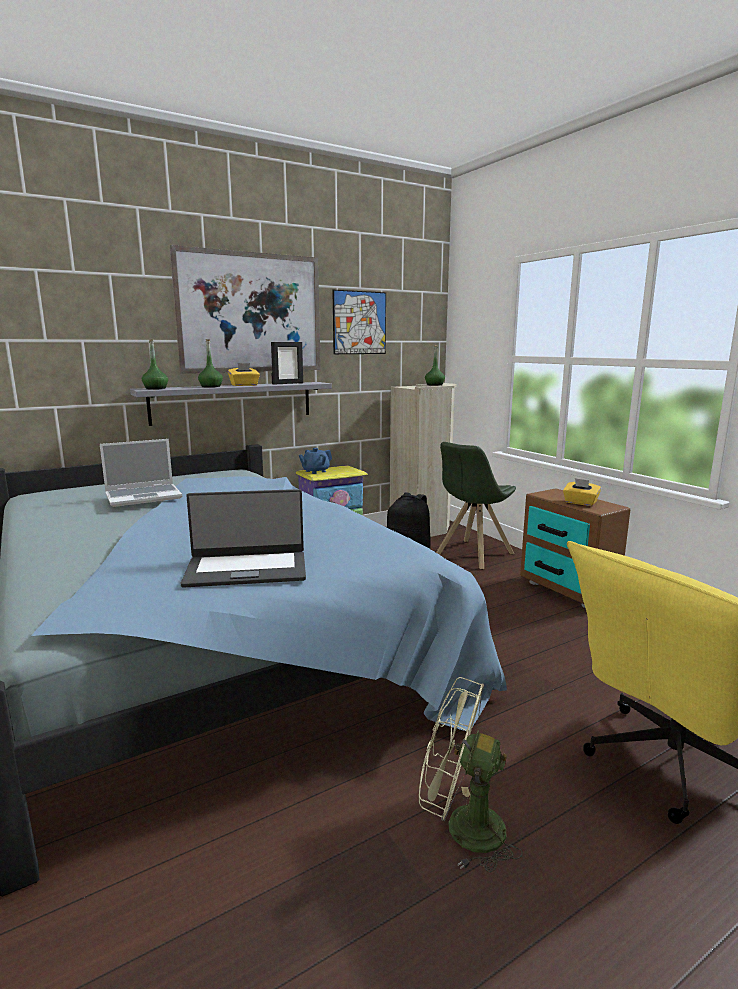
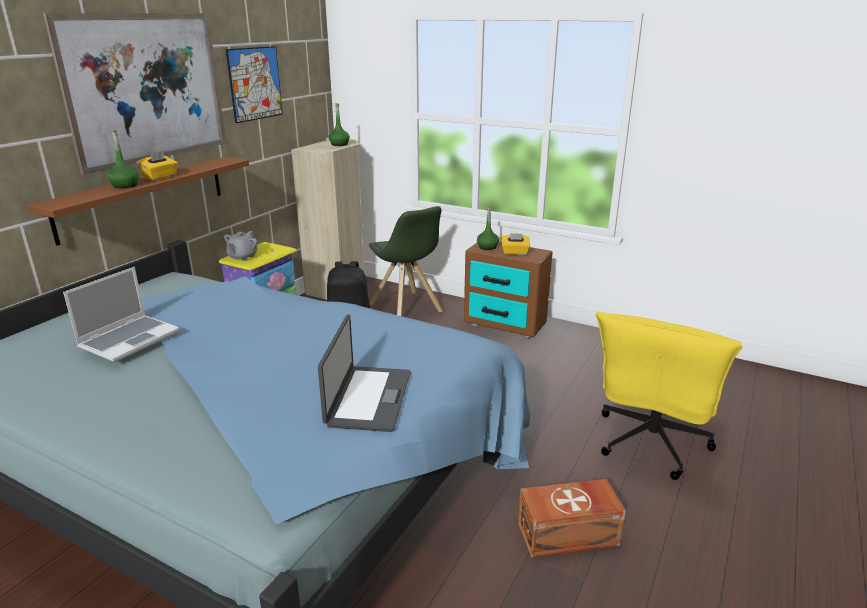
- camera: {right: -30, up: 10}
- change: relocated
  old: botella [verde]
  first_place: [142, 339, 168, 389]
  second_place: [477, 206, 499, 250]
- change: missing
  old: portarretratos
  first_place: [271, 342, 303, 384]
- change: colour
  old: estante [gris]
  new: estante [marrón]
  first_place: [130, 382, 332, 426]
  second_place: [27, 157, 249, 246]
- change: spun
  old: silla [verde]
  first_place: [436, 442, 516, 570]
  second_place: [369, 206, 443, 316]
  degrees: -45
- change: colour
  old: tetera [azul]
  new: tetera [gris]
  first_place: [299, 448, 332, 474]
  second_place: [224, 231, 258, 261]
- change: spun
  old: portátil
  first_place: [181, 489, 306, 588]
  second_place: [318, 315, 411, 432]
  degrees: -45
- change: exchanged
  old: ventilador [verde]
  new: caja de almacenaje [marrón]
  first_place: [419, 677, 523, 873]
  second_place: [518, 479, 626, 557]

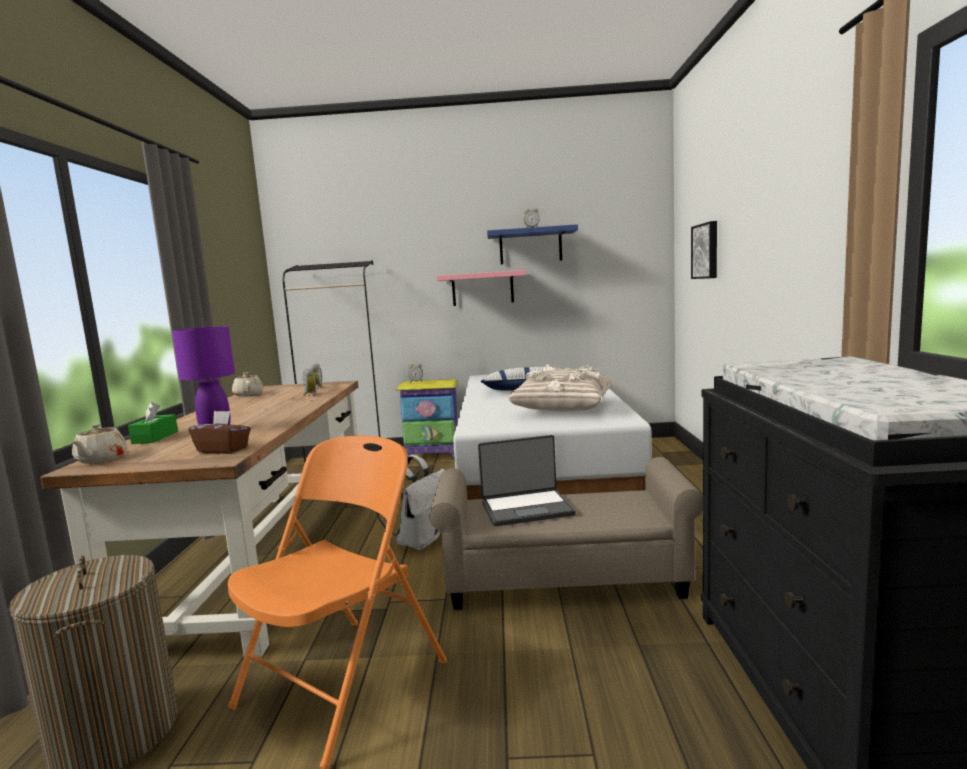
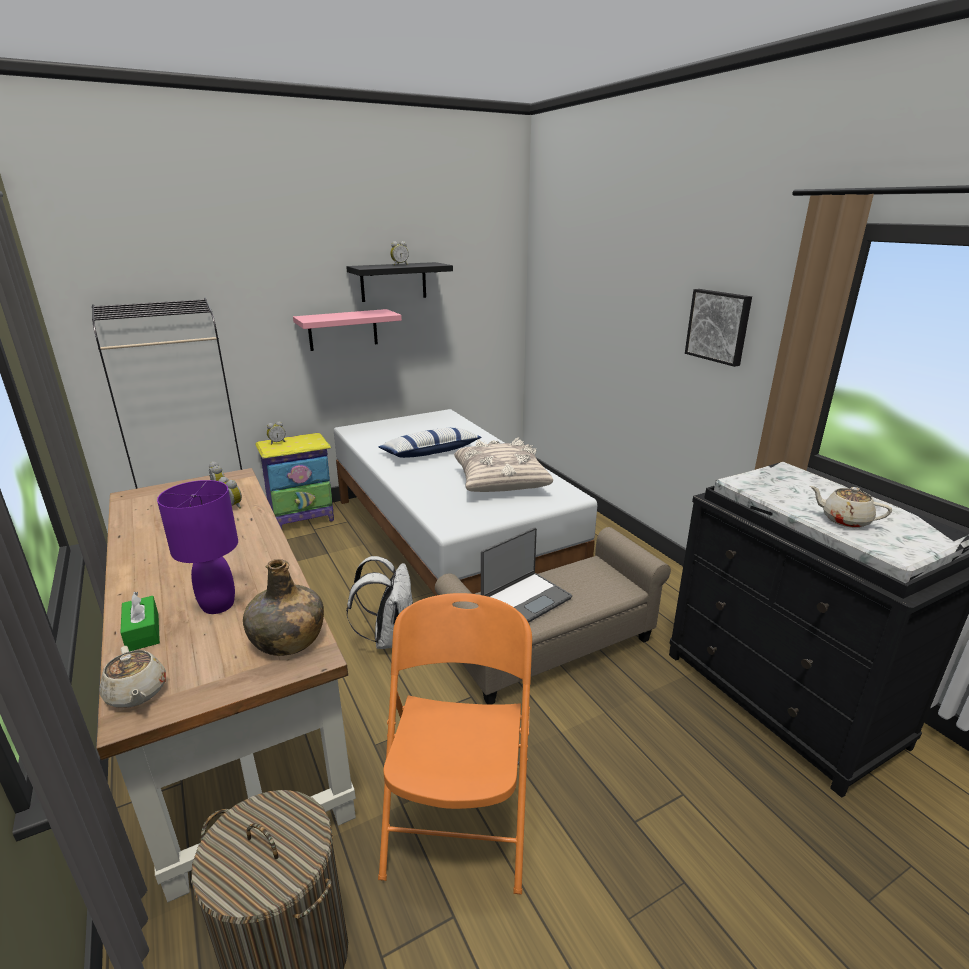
- camera: {right: -30, up: 15}
- change: relocated
  old: cuadro
  first_place: [691, 221, 717, 279]
  second_place: [685, 289, 752, 367]
- change: colour
  old: estante [azul]
  new: estante [negro]
  first_place: [487, 224, 578, 264]
  second_place: [346, 262, 453, 302]
- change: relocated
  old: tetera [beis]
  first_place: [232, 372, 263, 396]
  second_place: [810, 486, 892, 528]
- change: exchanged
  old: caja de pañuelos [marrón]
  new: botella [verde]
  first_place: [189, 411, 251, 454]
  second_place: [243, 559, 324, 656]

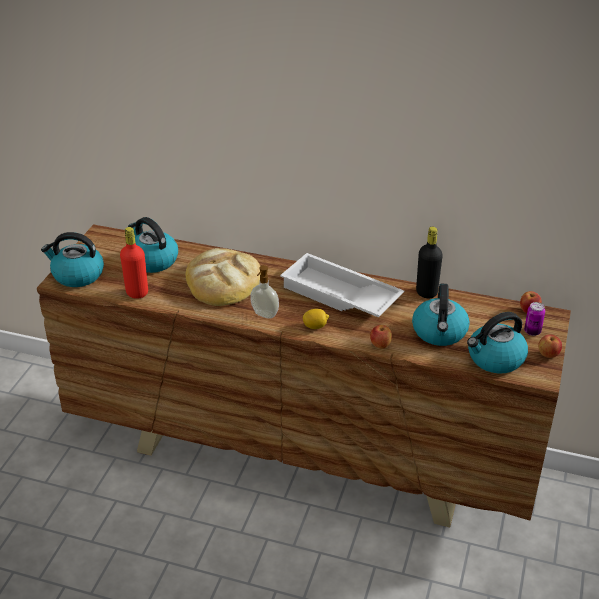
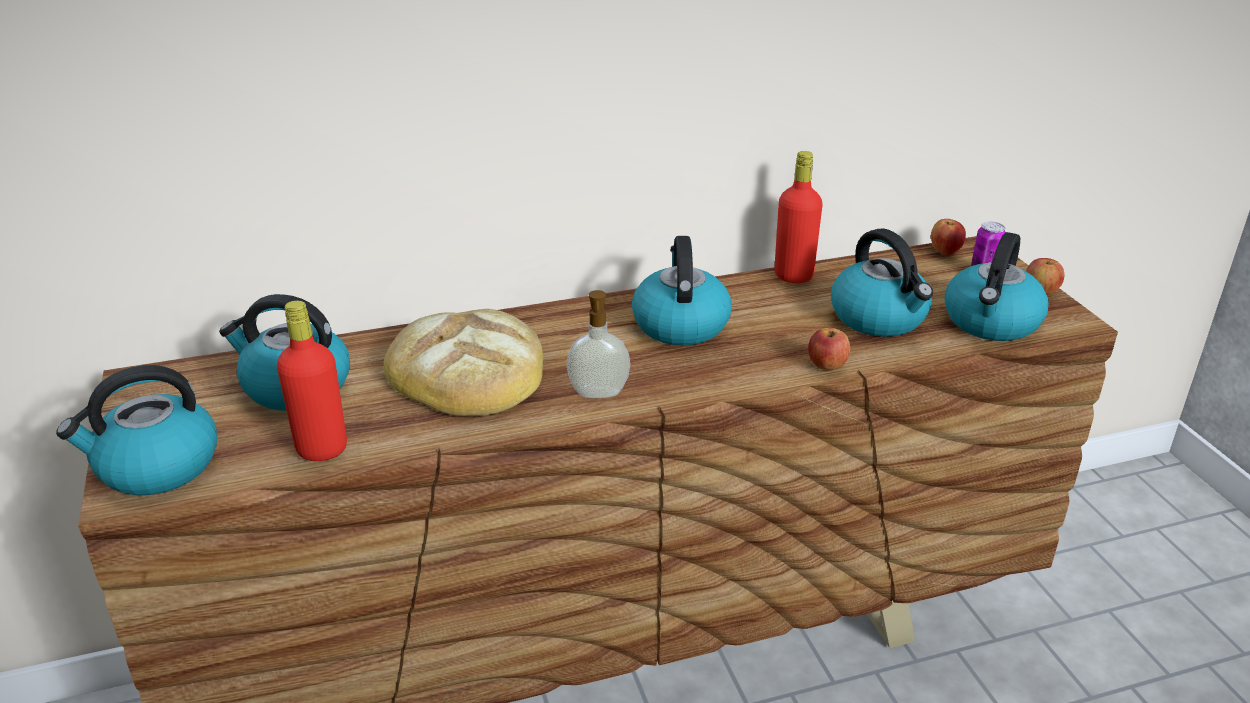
- camera: {right: -35, up: -5}
- change: colour
  old: botella [negro]
  new: botella [rojo]
  first_place: [416, 227, 443, 298]
  second_place: [774, 151, 823, 283]
- change: exchanged
  old: bandeja [blanco]
  new: hervidor
  first_place: [280, 253, 404, 317]
  second_place: [632, 236, 732, 345]
- change: missing
  old: limón
  first_place: [302, 309, 329, 329]

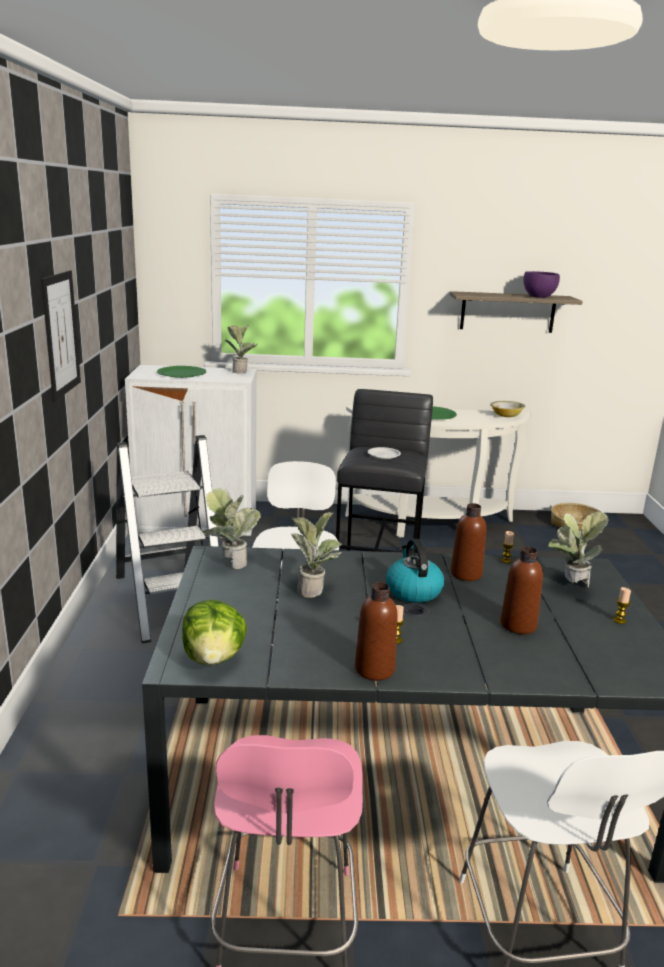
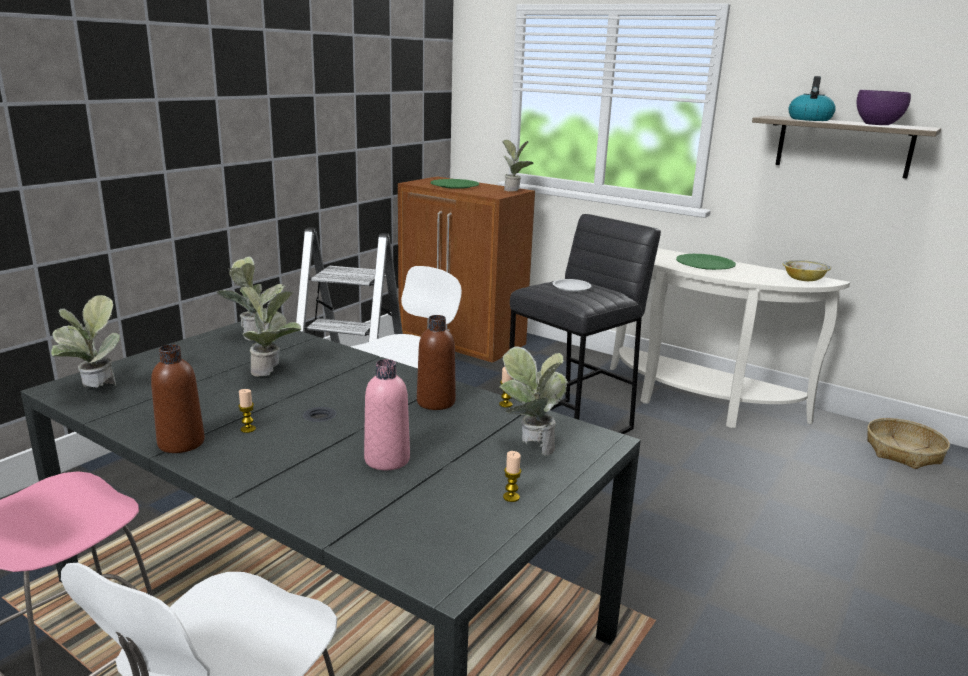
- camera: {right: 35, up: 0}
- change: missing
  old: cuadro
  first_place: [41, 270, 81, 402]
- change: colour
  old: armario [blanco]
  new: armario [marrón]
  first_place: [125, 365, 257, 536]
  second_place: [398, 176, 535, 363]
- change: relocated
  old: hervidor
  first_place: [386, 539, 444, 603]
  second_place: [789, 76, 836, 121]
- change: colour
  old: botella [marrón]
  new: botella [rosa]
  first_place: [500, 546, 543, 634]
  second_place: [364, 359, 410, 470]
- change: exchanged
  old: lechuga
  new: planta en maceta
  first_place: [182, 600, 247, 665]
  second_place: [51, 295, 120, 388]

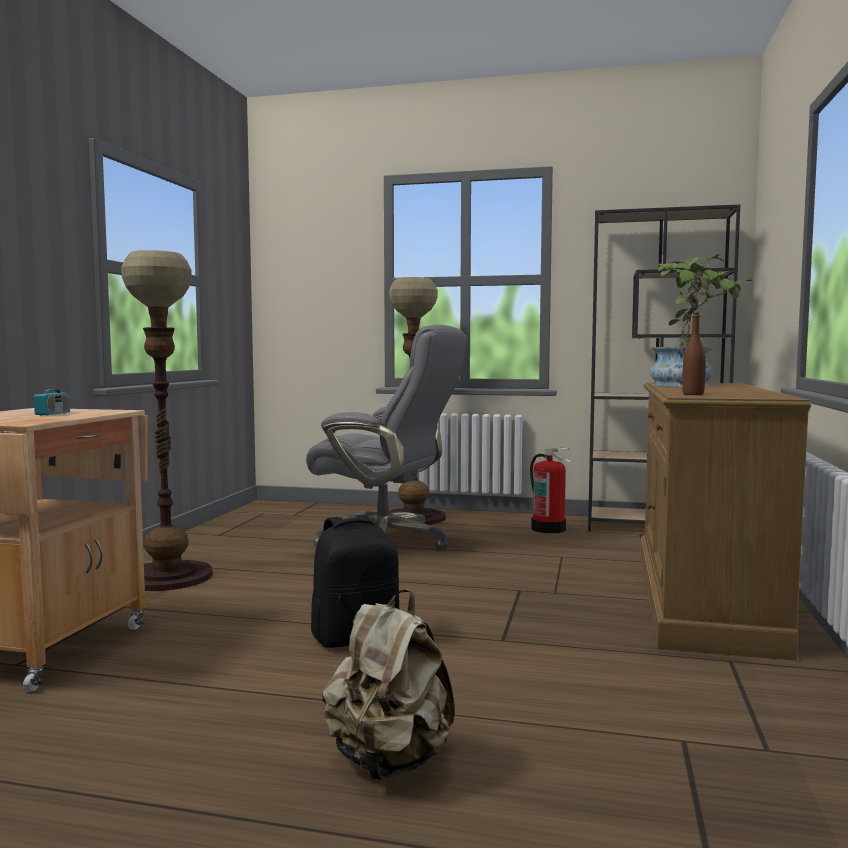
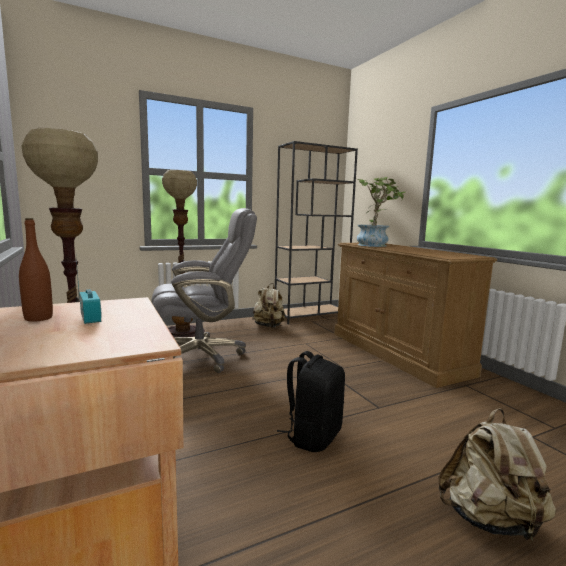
- camera: {right: -40, up: 5}
- change: relocated
  old: botella [marrón]
  first_place: [682, 312, 706, 395]
  second_place: [19, 218, 53, 322]
- change: exchanged
  old: extintor
  new: mochila [beis]
  first_place: [530, 448, 572, 533]
  second_place: [252, 283, 285, 328]

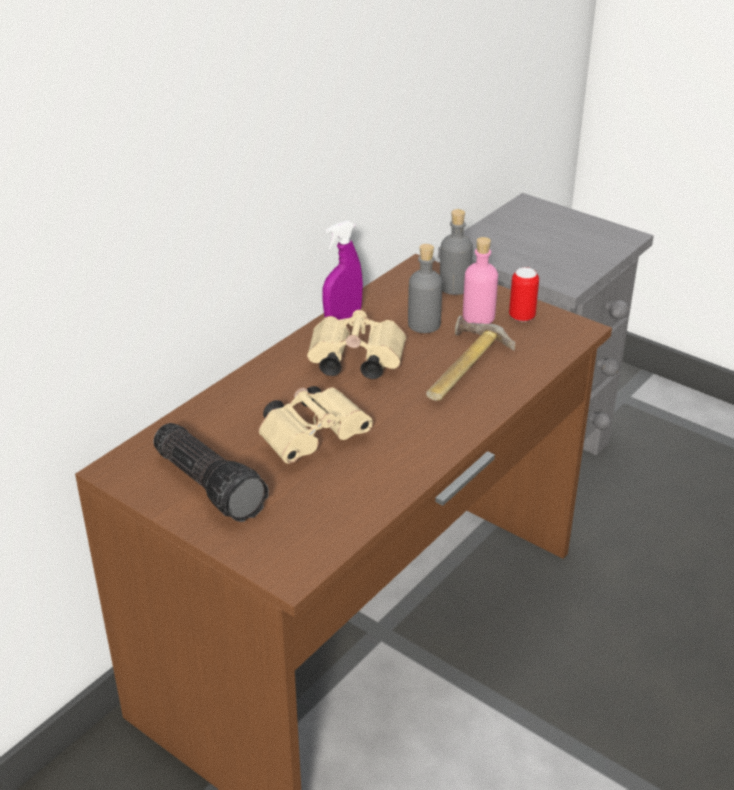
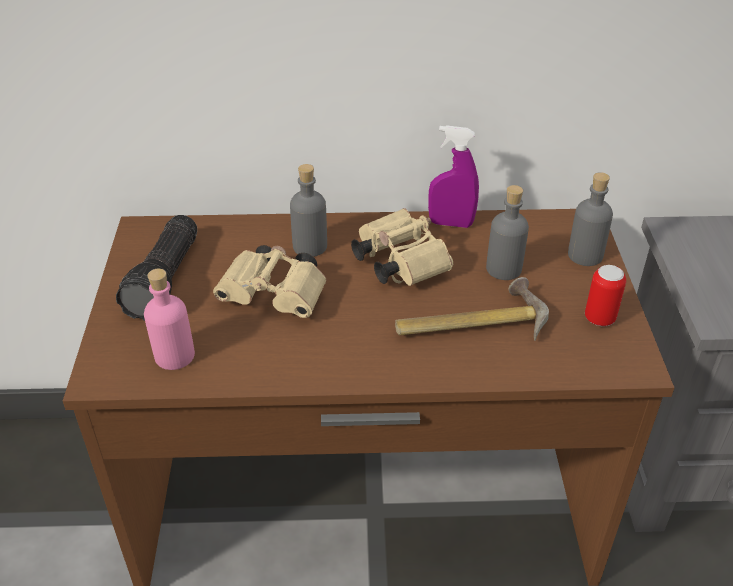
- camera: {right: 50, up: 5}
- change: relocated
  old: botella [rosa]
  first_place: [463, 237, 498, 324]
  second_place: [144, 269, 195, 370]
- change: appeared
  new: botella [gris]
  second_place: [290, 164, 327, 257]

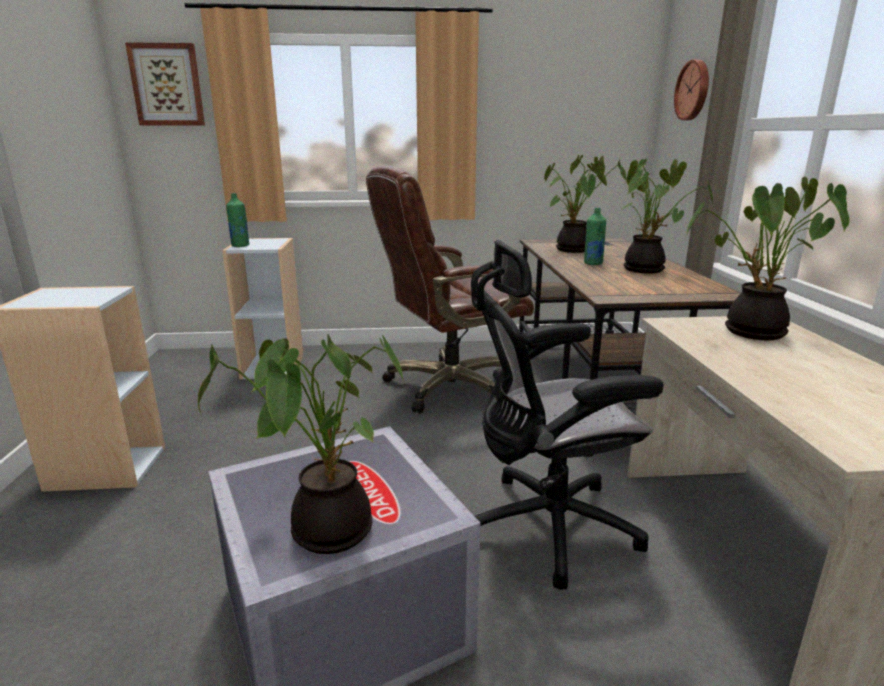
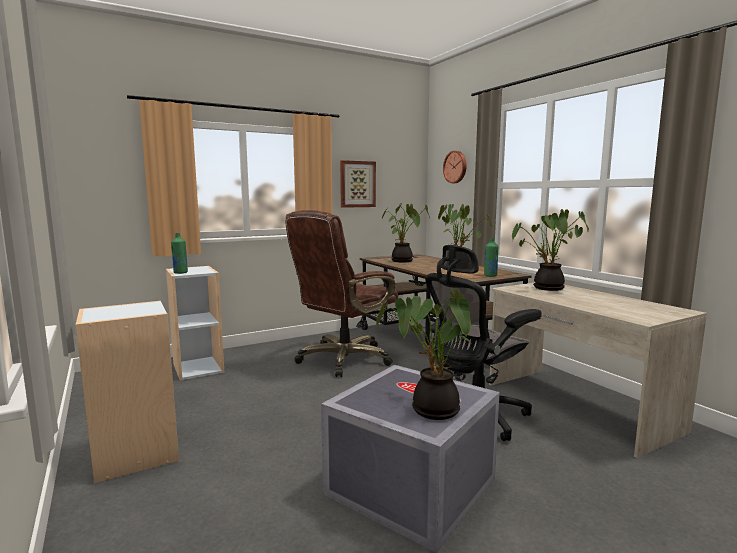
- camera: {right: -25, up: -10}
- change: relocated
  old: cuadro
  first_place: [125, 42, 205, 125]
  second_place: [340, 160, 376, 208]
- change: relocated
  old: botella [verde]
  first_place: [584, 208, 606, 265]
  second_place: [484, 238, 499, 277]

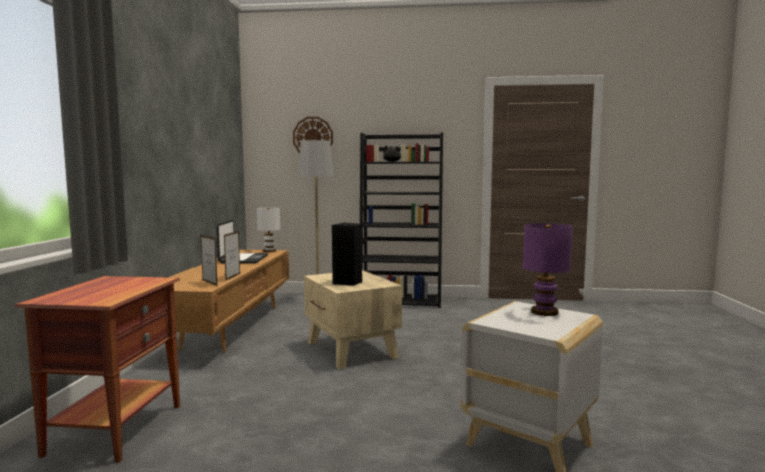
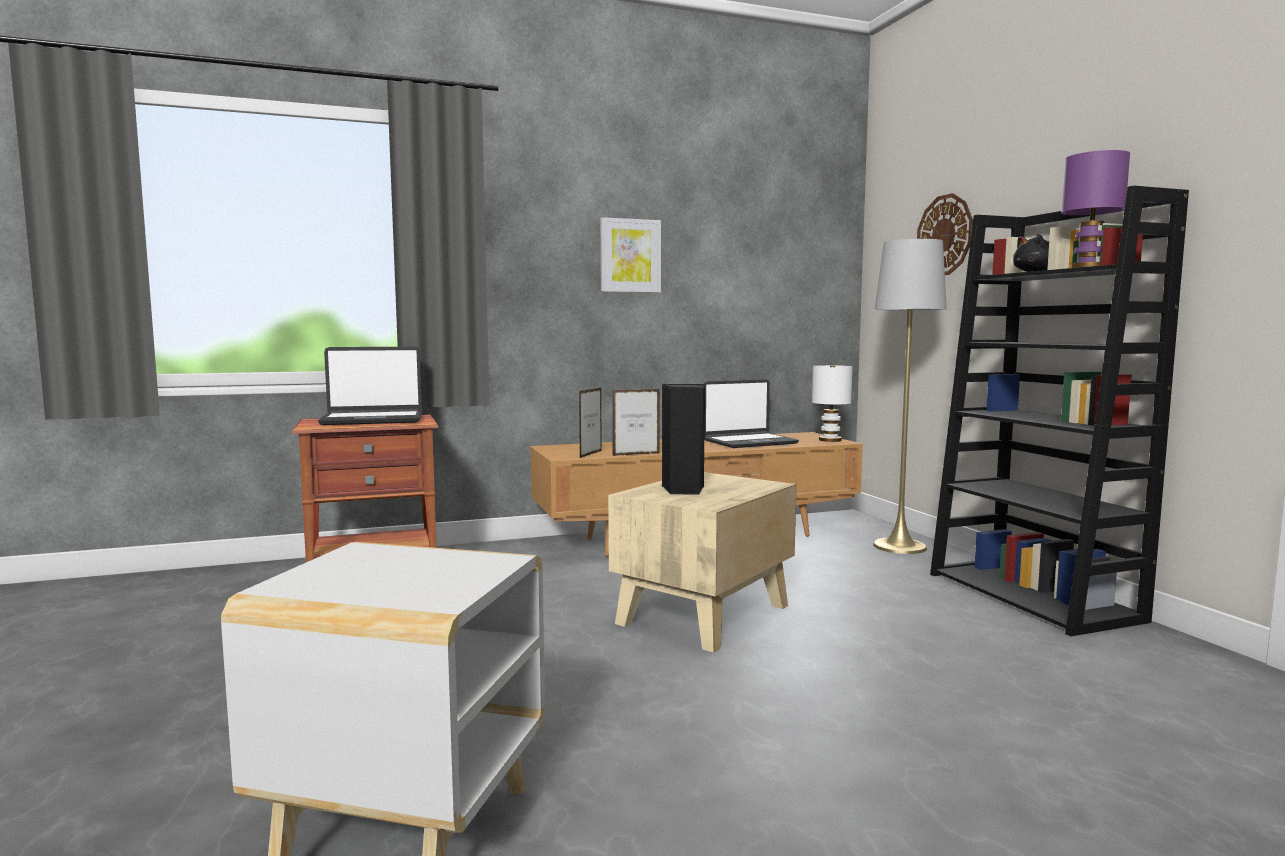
- camera: {right: 65, up: 0}
- change: relocated
  old: lámpara de mesa [morado]
  first_place: [523, 223, 573, 316]
  second_place: [1061, 150, 1130, 268]
- change: appeared
  new: cuadro
  second_place: [600, 217, 661, 293]
- change: appeared
  new: portátil
  second_place: [318, 347, 422, 425]

